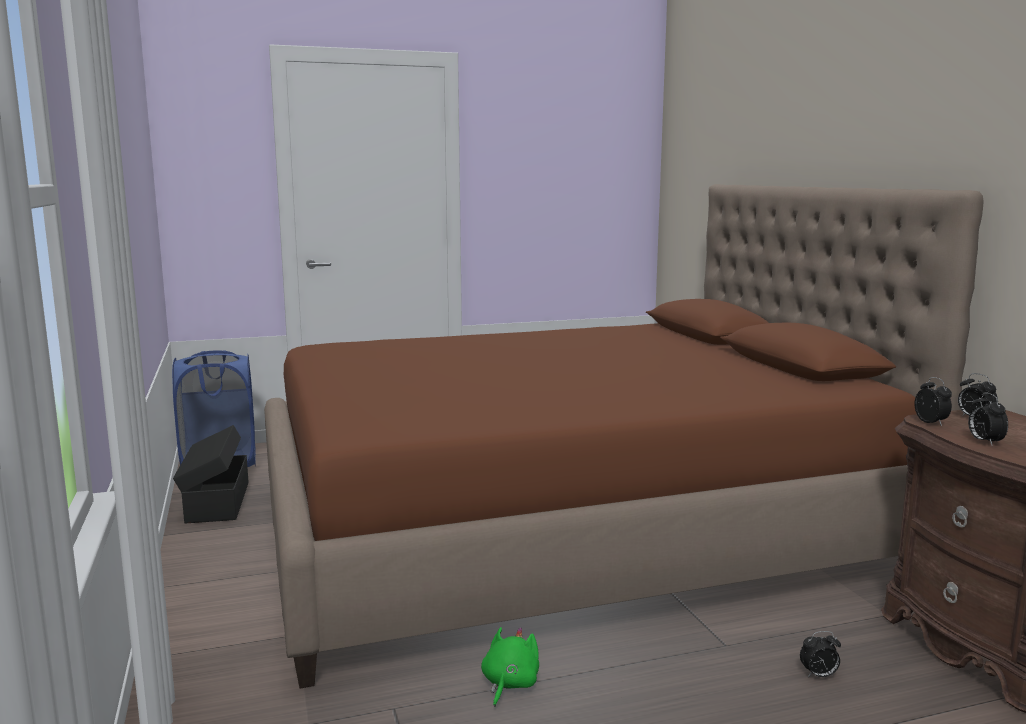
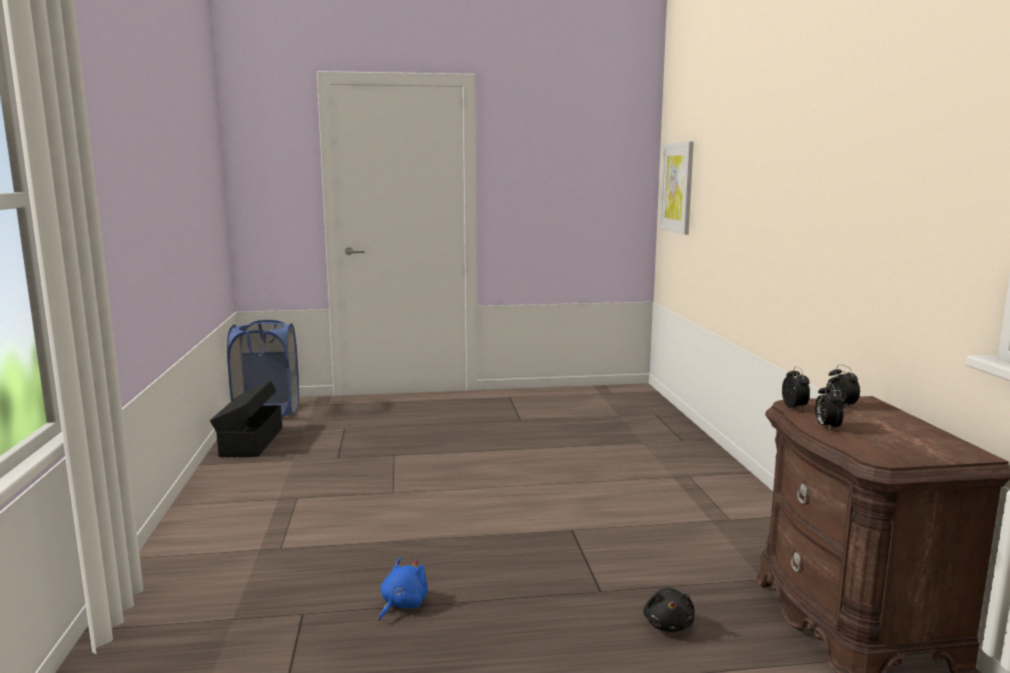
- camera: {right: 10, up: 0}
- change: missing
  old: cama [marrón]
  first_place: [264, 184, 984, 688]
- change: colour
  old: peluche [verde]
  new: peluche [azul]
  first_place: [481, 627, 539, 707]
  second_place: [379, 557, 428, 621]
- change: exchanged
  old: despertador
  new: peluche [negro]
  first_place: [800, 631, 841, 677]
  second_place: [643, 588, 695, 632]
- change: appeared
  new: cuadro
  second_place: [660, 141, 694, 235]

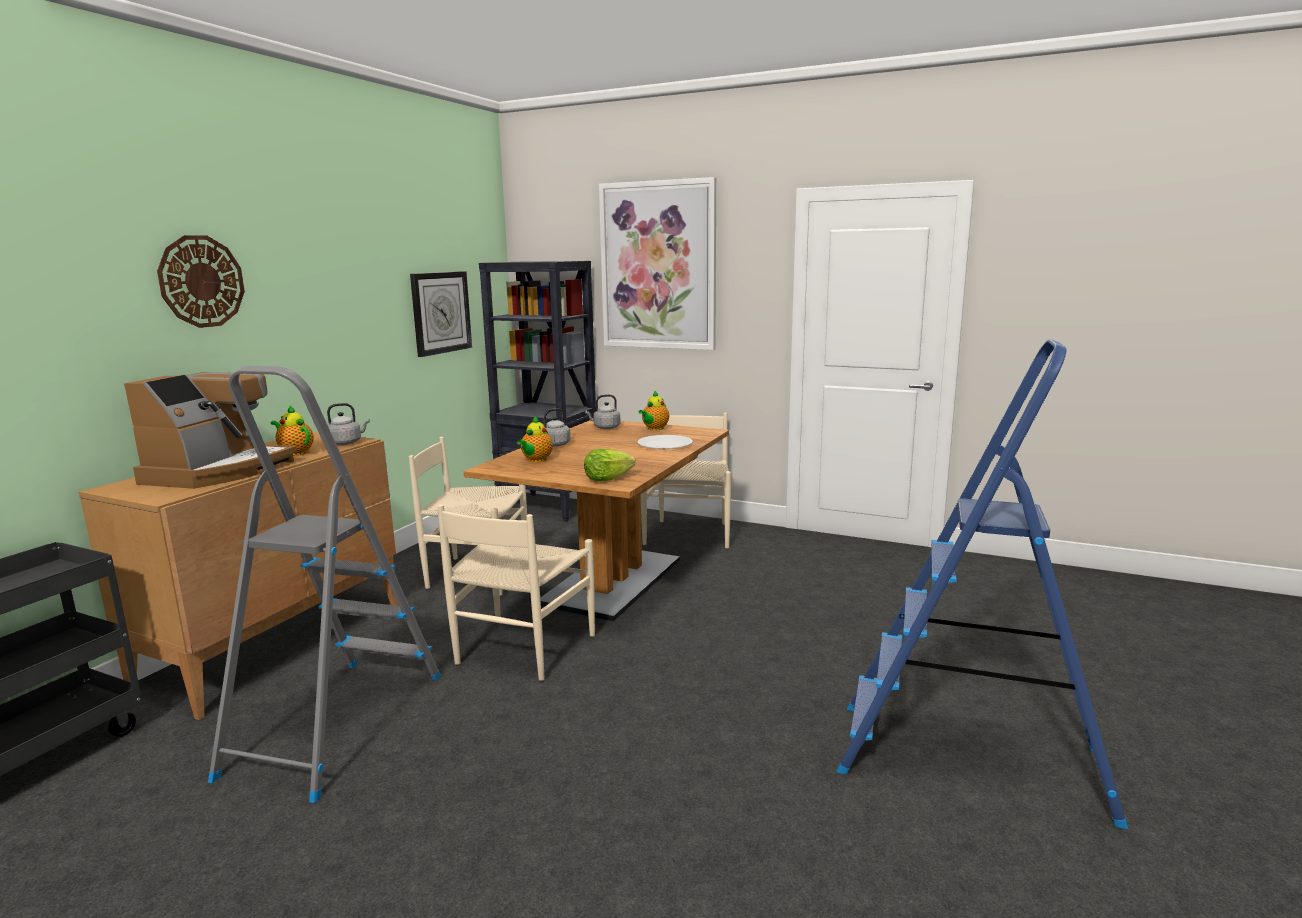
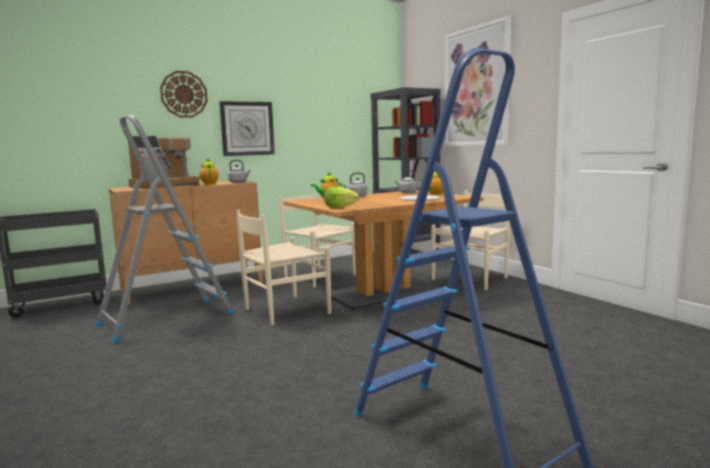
- camera: {right: 35, up: -5}
- change: relocated
  old: reloj de pared
  first_place: [410, 271, 472, 357]
  second_place: [219, 101, 275, 156]

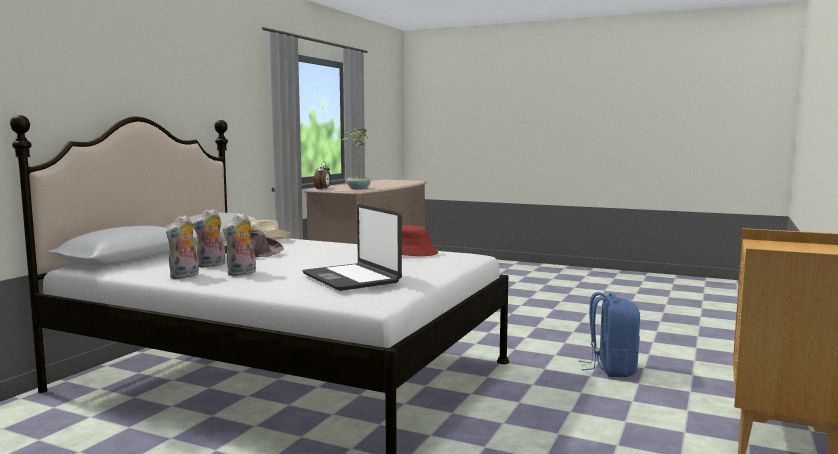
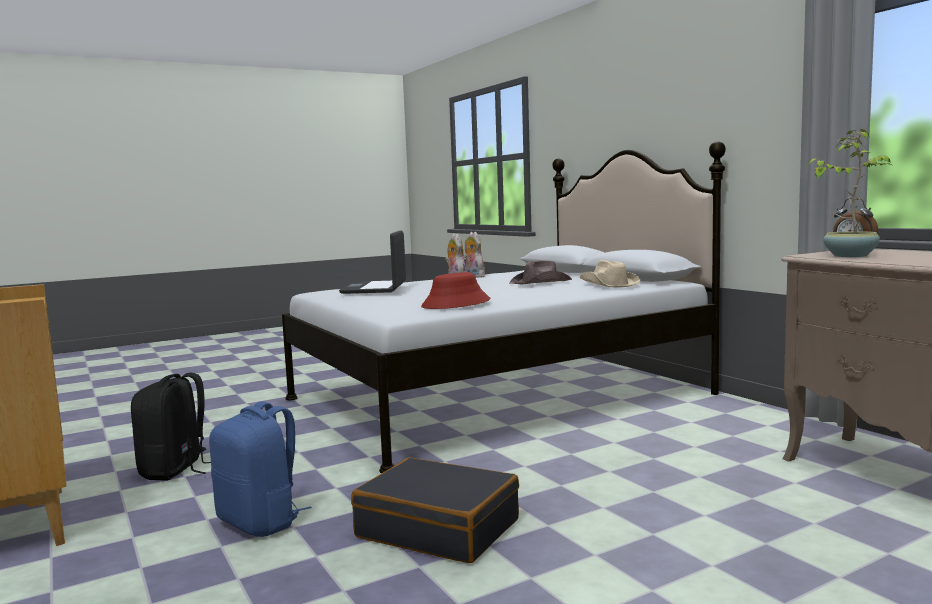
- camera: {right: 125, up: 0}
- change: spun
  old: portátil
  first_place: [303, 204, 402, 291]
  second_place: [339, 230, 406, 294]
  degrees: -90
- change: missing
  old: peluche
  first_place: [192, 209, 226, 268]
- change: appeared
  new: mochila [negro]
  second_place: [131, 373, 211, 481]
- change: appeared
  new: maleta [negro]
  second_place: [351, 457, 519, 563]

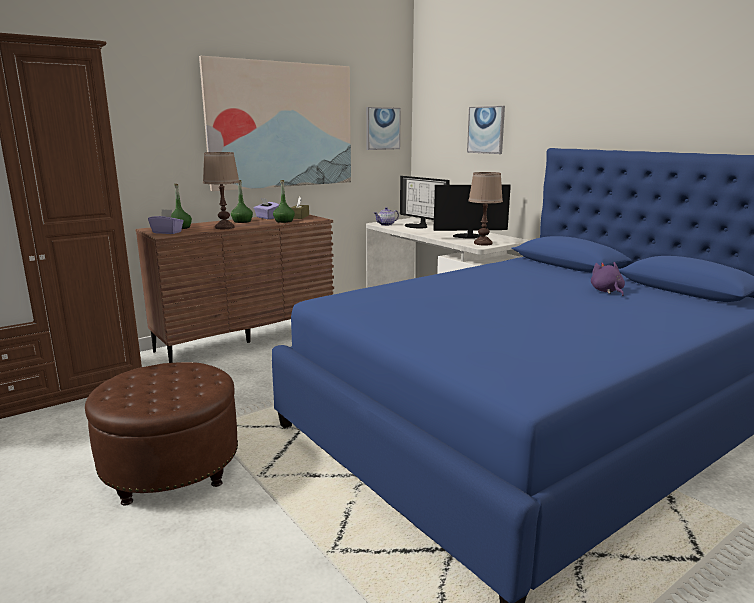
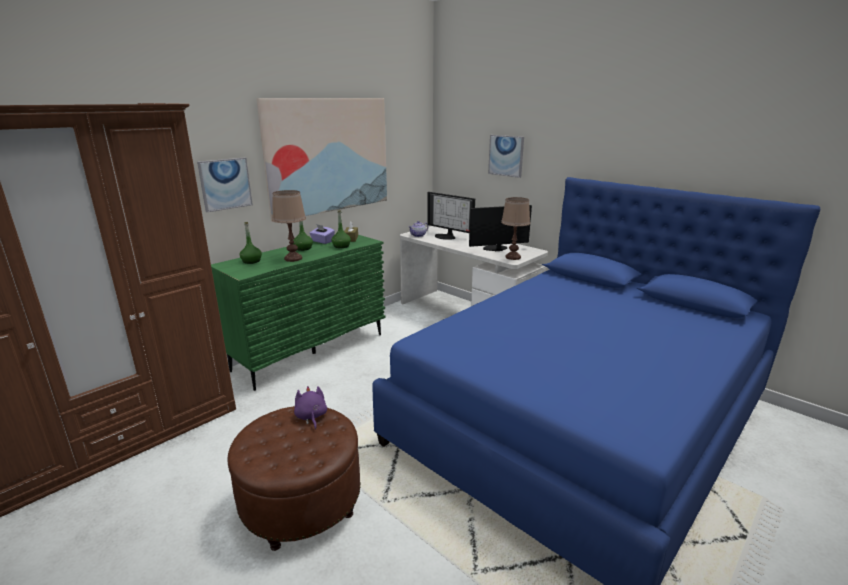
- camera: {right: -10, up: 5}
- change: relocated
  old: cuadro
  first_place: [366, 107, 401, 150]
  second_place: [197, 158, 253, 212]
- change: missing
  old: caja de pañuelos [morado]
  first_place: [148, 209, 184, 234]
- change: colour
  old: cómoda [marrón]
  new: cómoda [verde]
  first_place: [135, 214, 334, 363]
  second_place: [211, 235, 386, 391]
- change: relocated
  old: peluche [morado]
  first_place: [591, 262, 625, 296]
  second_place: [294, 386, 327, 430]

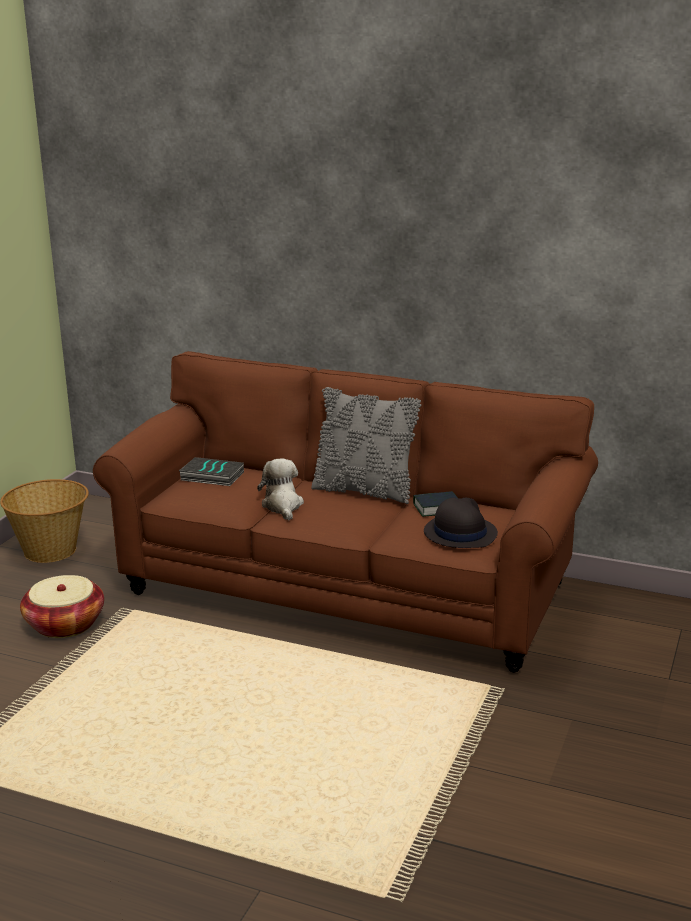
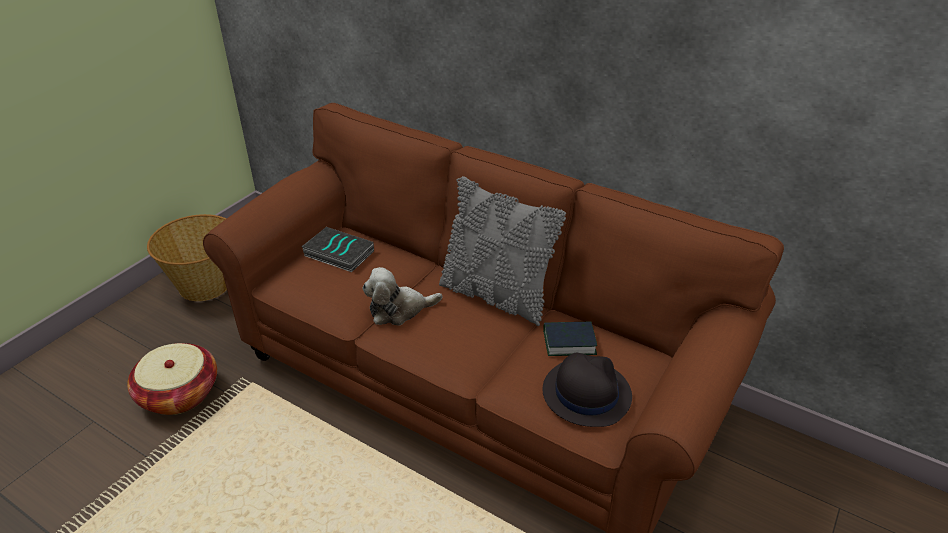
- camera: {right: 10, up: 15}
- change: spun
  old: peluche
  first_place: [257, 459, 304, 520]
  second_place: [362, 267, 442, 326]
  degrees: -105

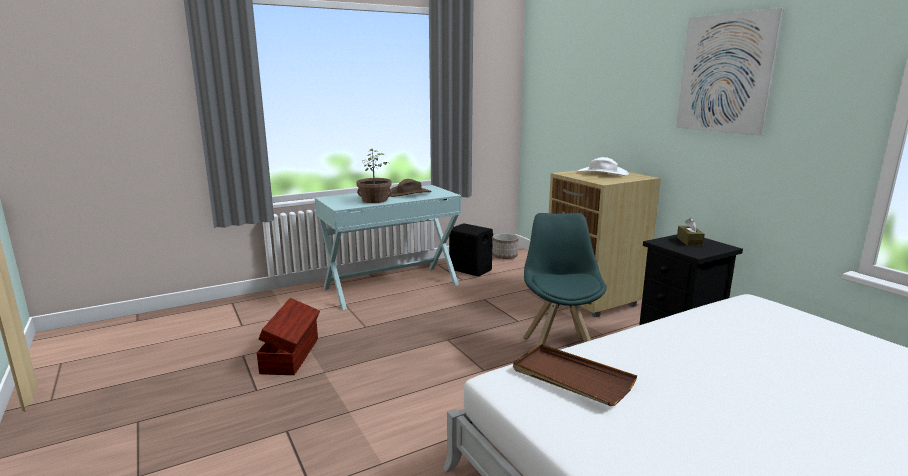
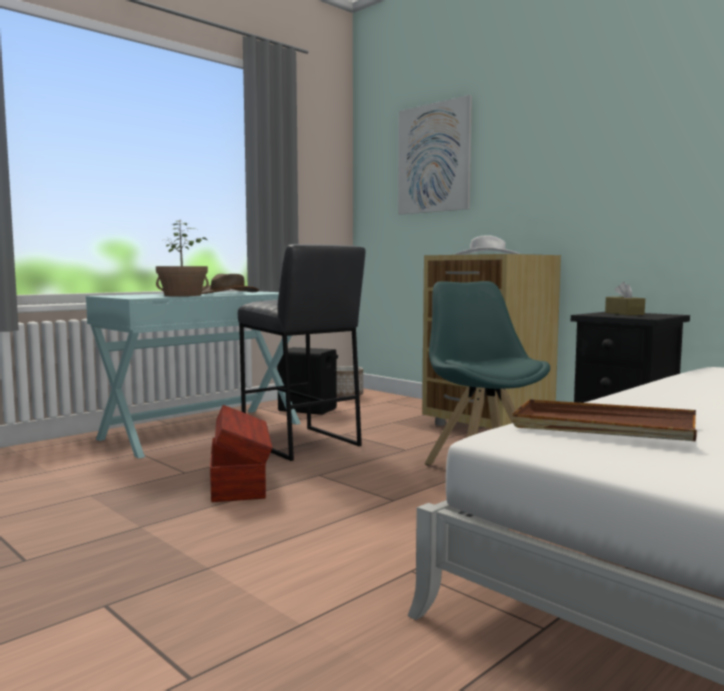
- camera: {right: -15, up: -10}
- change: relocated
  old: cuadro
  first_place: [676, 8, 784, 136]
  second_place: [398, 95, 472, 215]
- change: relocated
  old: caja de almacenaje [marrón]
  first_place: [257, 298, 320, 375]
  second_place: [210, 405, 272, 502]
- change: appeared
  new: taburete [gris]
  second_place: [238, 244, 365, 461]

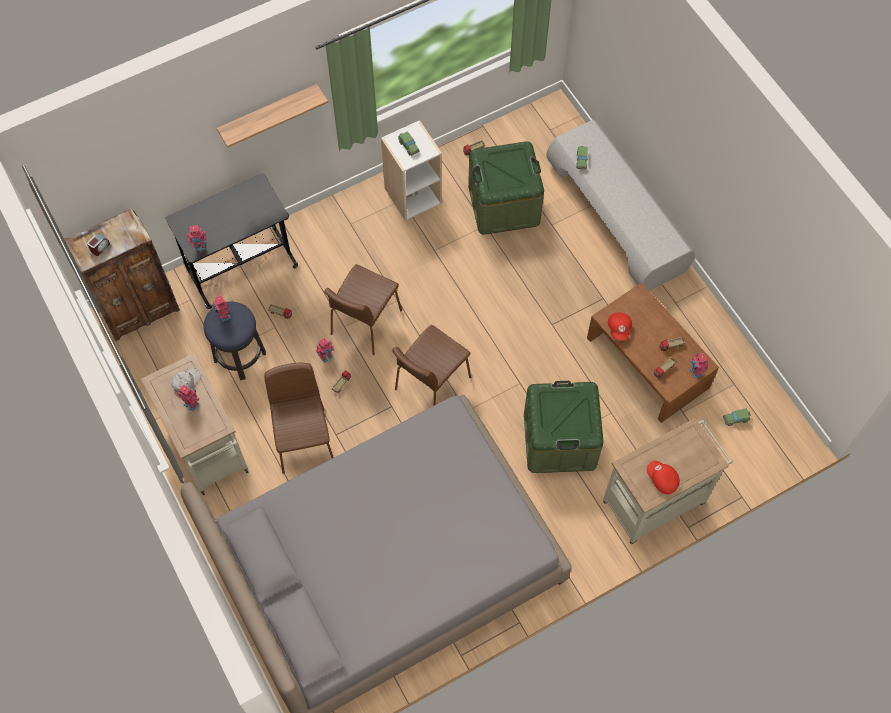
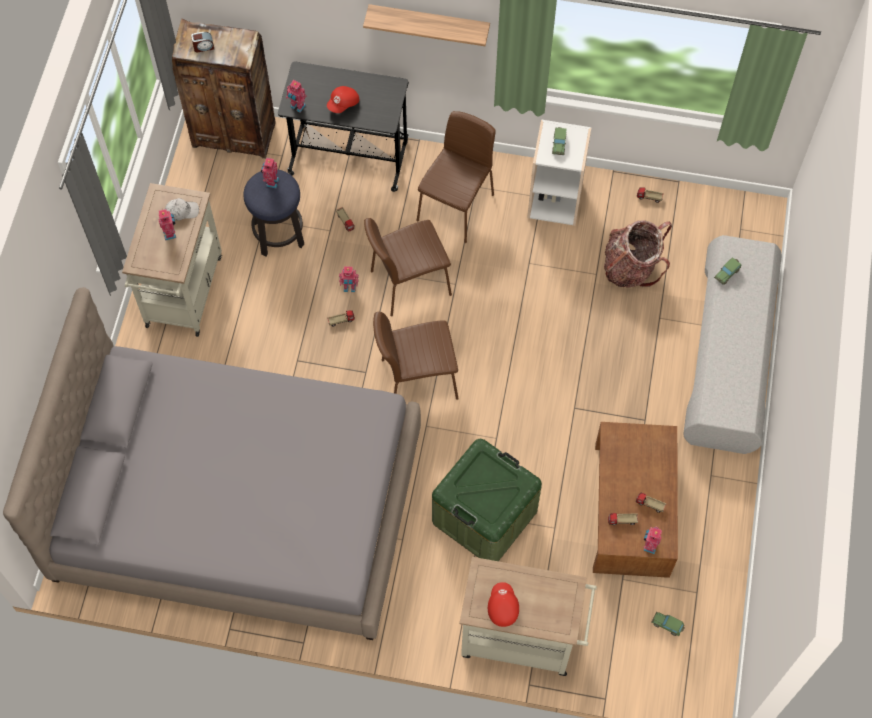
- camera: {right: 40, up: 0}
- change: exchanged
  old: caja de almacenaje [verde]
  new: mochila
  first_place: [468, 141, 544, 235]
  second_place: [604, 220, 672, 288]
- change: relocated
  old: gorra [rojo]
  first_place: [608, 313, 632, 340]
  second_place: [327, 86, 359, 113]
- change: relocated
  old: silla [marrón]
  first_place: [264, 363, 334, 474]
  second_place: [416, 111, 496, 243]

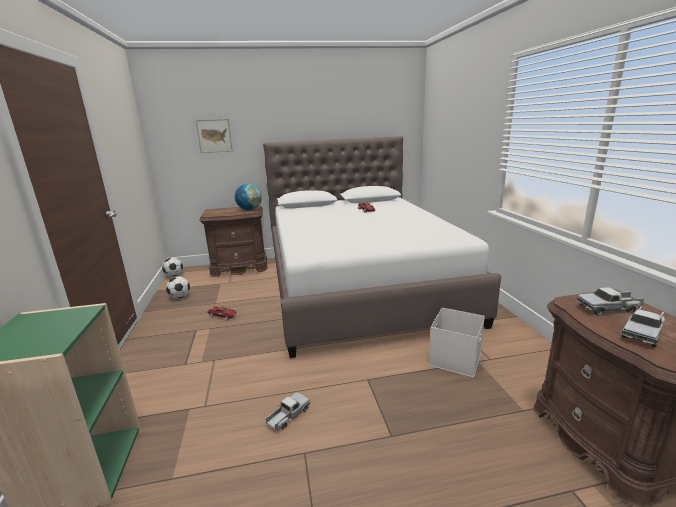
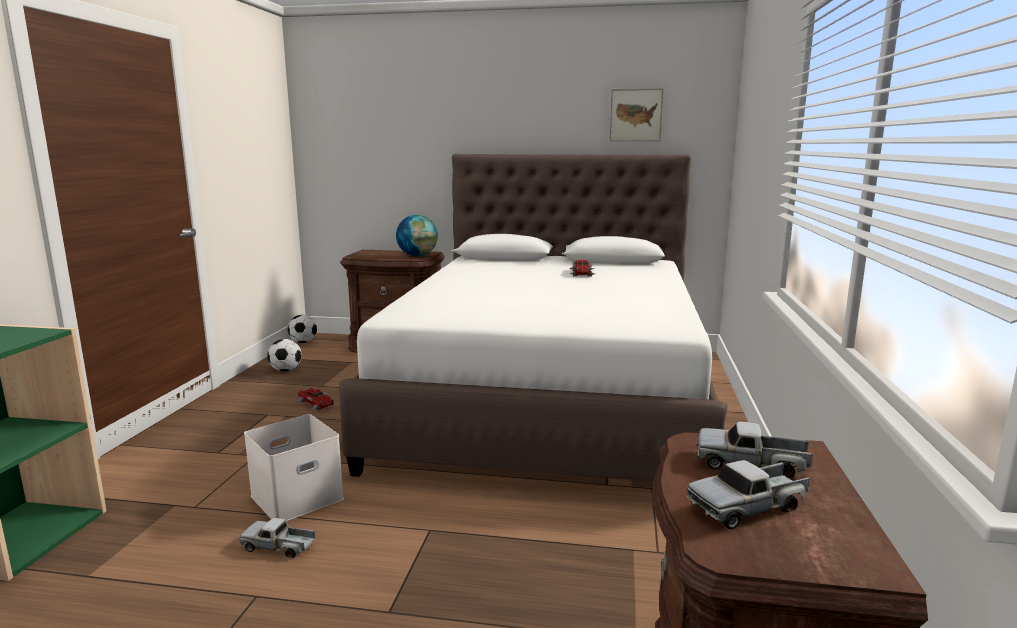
- camera: {right: 20, up: -5}
- change: relocated
  old: cuadro
  first_place: [196, 119, 233, 153]
  second_place: [609, 88, 664, 142]
- change: relocated
  old: caja de almacenaje [blanco]
  first_place: [429, 308, 485, 377]
  second_place: [244, 414, 344, 521]
- change: spun
  old: camión de juguete
  first_place: [266, 393, 310, 430]
  second_place: [239, 518, 315, 558]
  degrees: -135

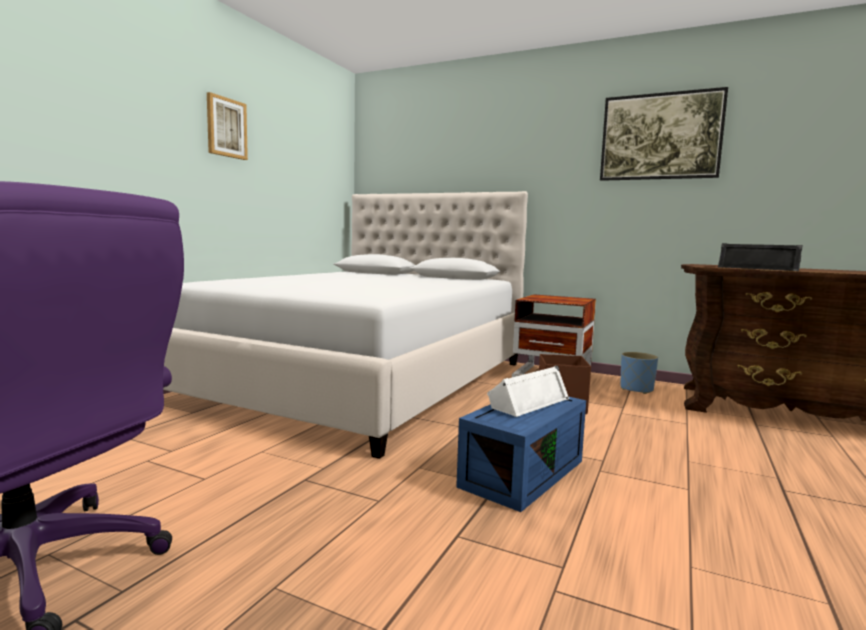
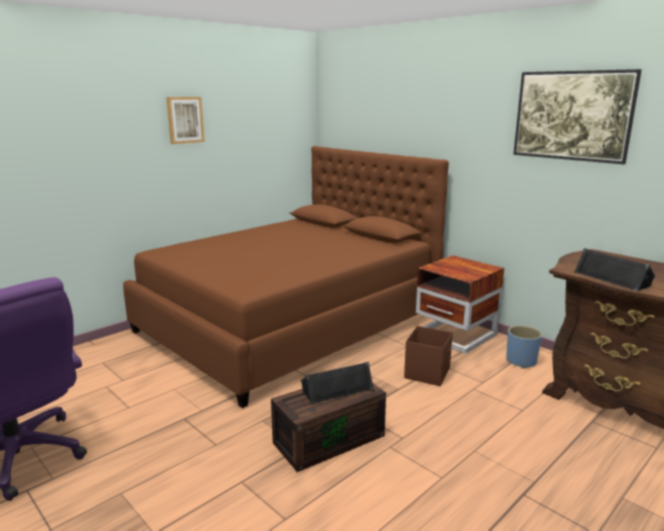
- camera: {right: 20, up: 10}
- change: colour
  old: cama [blanco]
  new: cama [marrón]
  first_place: [163, 191, 528, 459]
  second_place: [123, 146, 449, 408]
- change: colour
  old: altavoz [blanco]
  new: altavoz [negro]
  first_place: [487, 365, 569, 417]
  second_place: [301, 362, 374, 404]
- change: colour
  old: caja de almacenaje [azul]
  new: caja de almacenaje [marrón]
  first_place: [456, 397, 586, 512]
  second_place: [271, 382, 386, 472]

